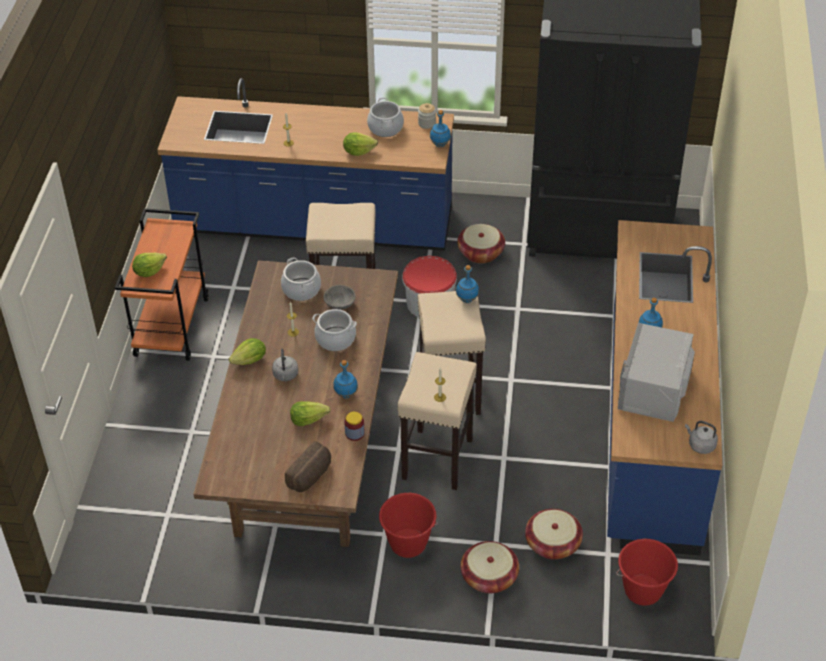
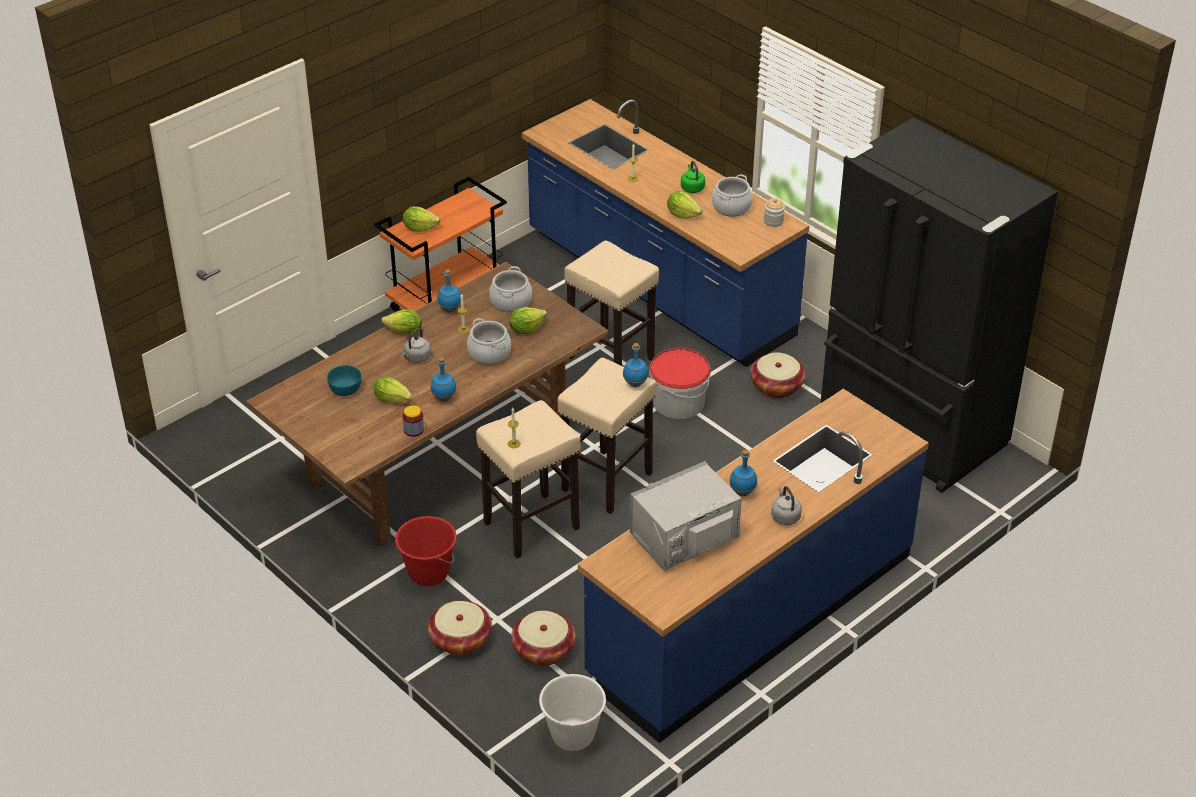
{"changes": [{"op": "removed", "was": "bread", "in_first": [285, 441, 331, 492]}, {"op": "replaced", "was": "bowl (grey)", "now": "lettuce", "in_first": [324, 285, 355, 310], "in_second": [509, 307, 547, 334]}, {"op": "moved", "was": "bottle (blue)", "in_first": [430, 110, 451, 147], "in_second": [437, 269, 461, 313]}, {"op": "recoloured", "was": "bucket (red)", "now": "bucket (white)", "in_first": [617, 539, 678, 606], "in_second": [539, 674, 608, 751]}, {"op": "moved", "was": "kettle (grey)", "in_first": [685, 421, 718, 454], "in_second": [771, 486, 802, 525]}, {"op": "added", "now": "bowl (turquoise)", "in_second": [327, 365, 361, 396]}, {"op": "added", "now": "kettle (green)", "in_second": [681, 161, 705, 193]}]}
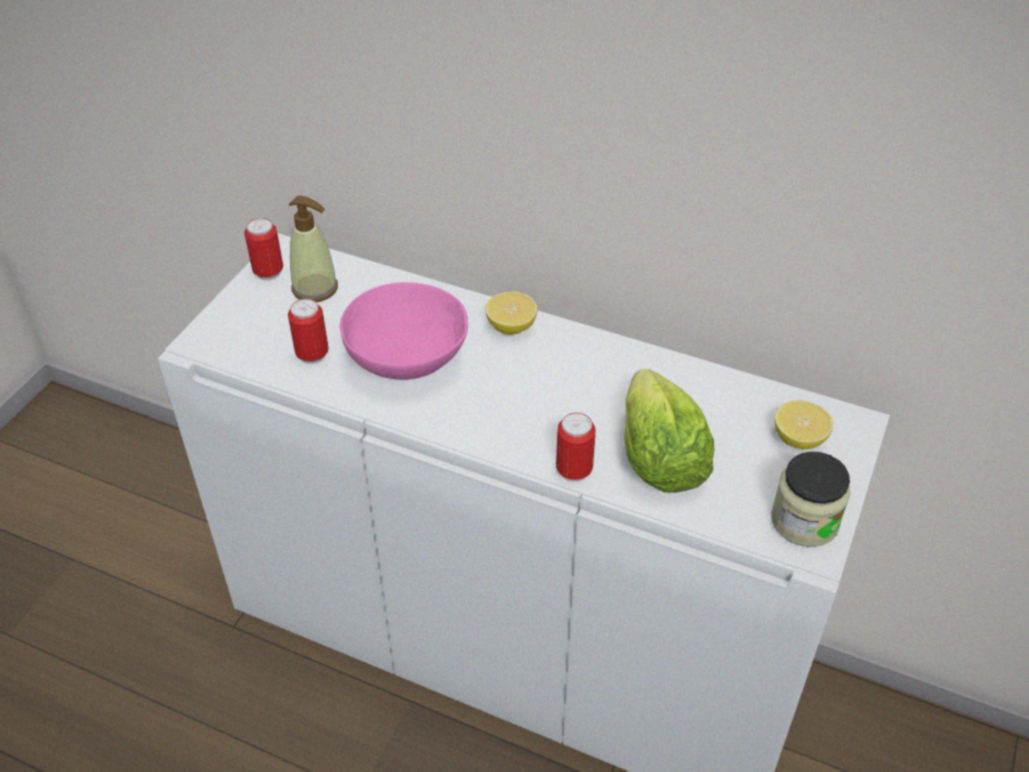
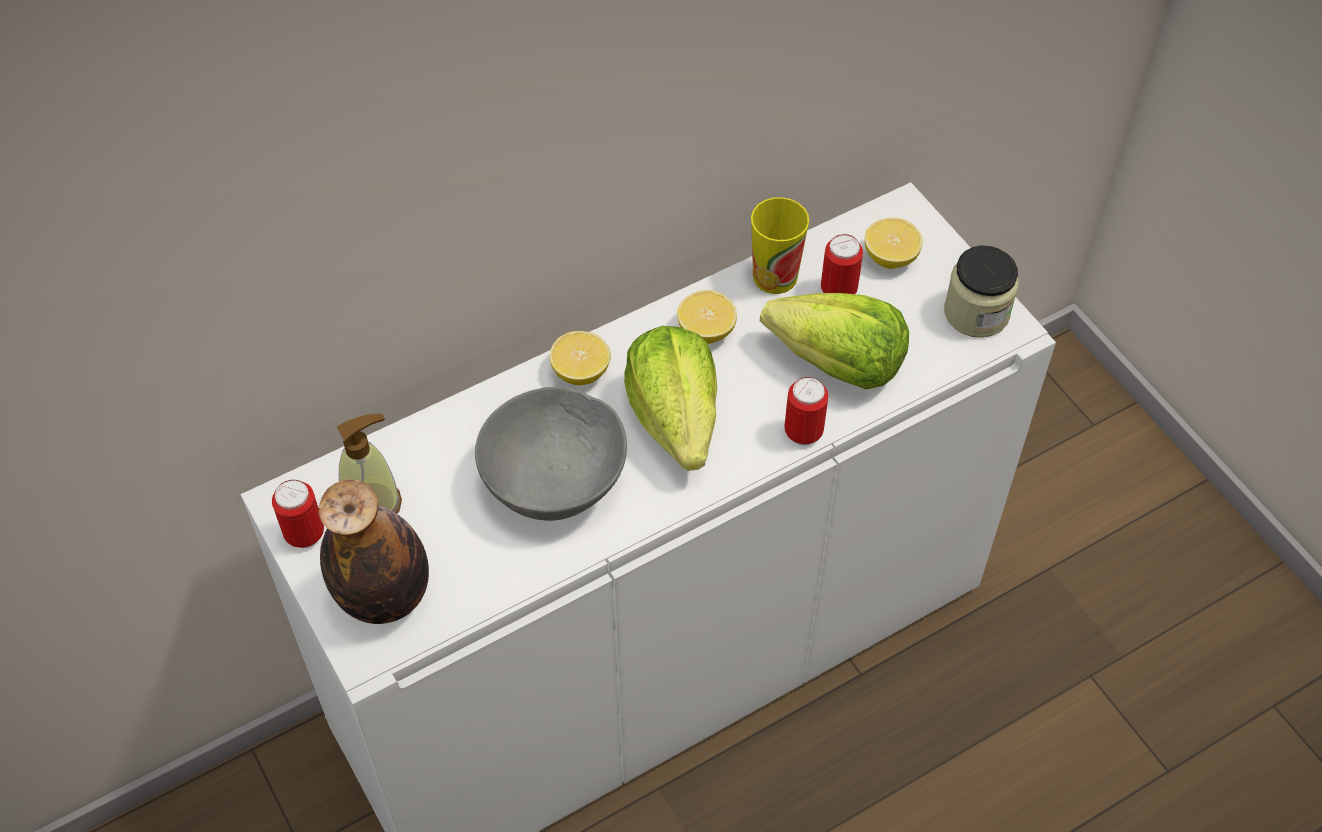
{"changes": [{"op": "moved", "was": "can", "in_first": [288, 299, 329, 364], "in_second": [821, 234, 863, 294]}, {"op": "recoloured", "was": "bowl (pink)", "now": "bowl (grey)", "in_first": [340, 282, 468, 380], "in_second": [475, 387, 627, 521]}, {"op": "added", "now": "bottle", "in_second": [319, 479, 429, 624]}, {"op": "added", "now": "lettuce", "in_second": [624, 326, 717, 471]}, {"op": "added", "now": "lemon", "in_second": [677, 290, 737, 344]}, {"op": "added", "now": "cup", "in_second": [751, 197, 809, 294]}]}
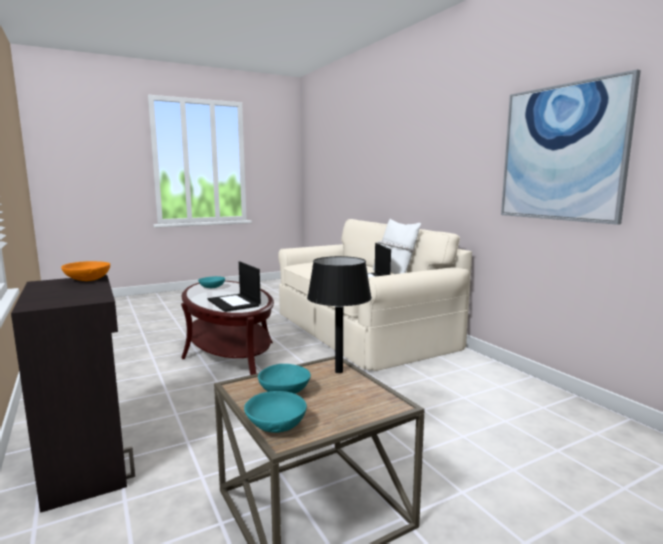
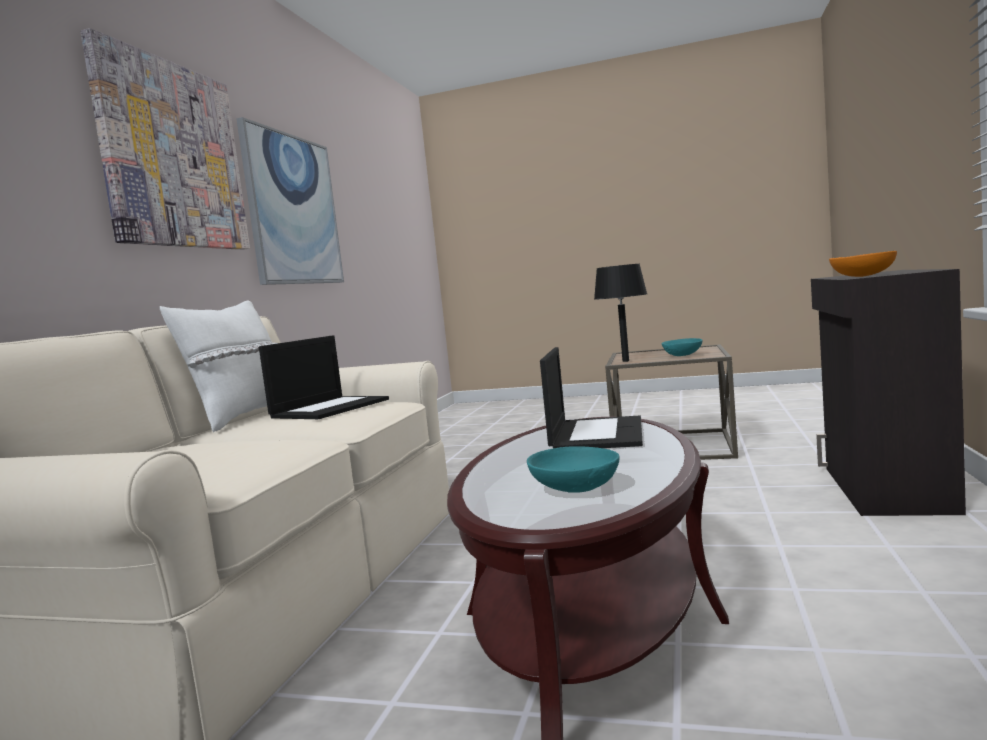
{"changes": [{"op": "removed", "was": "bowl (turquoise)", "in_first": [244, 391, 307, 433]}, {"op": "added", "now": "picture", "in_second": [81, 28, 250, 250]}]}
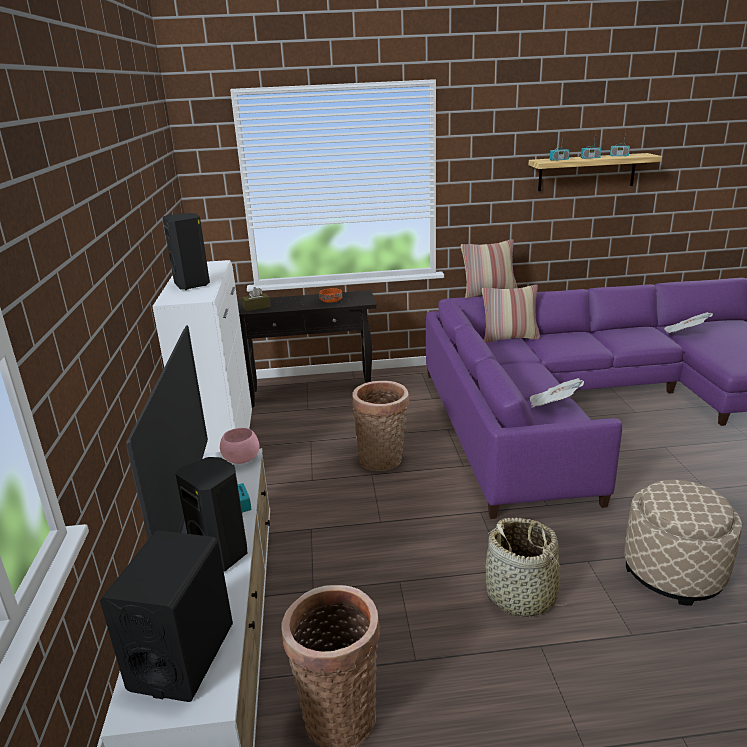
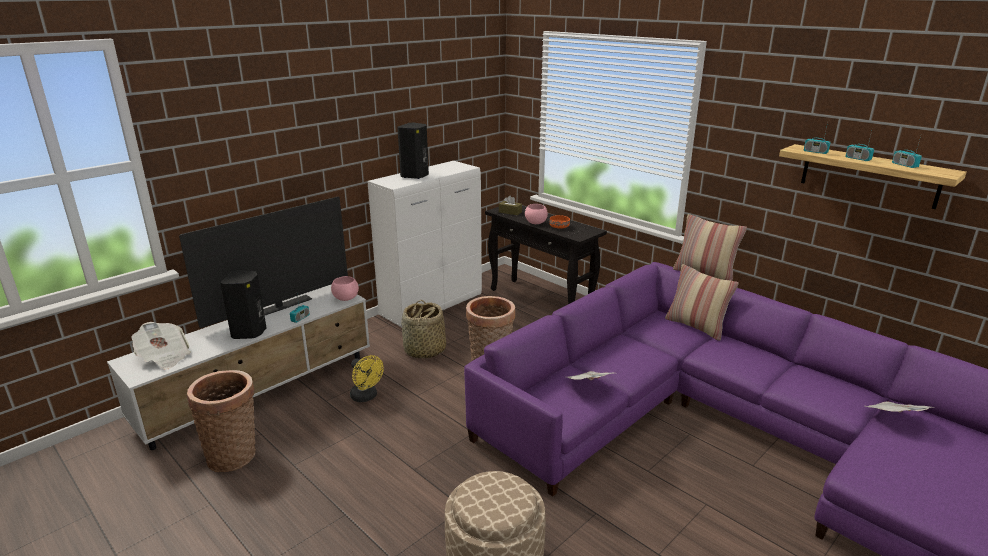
{"changes": [{"op": "replaced", "was": "speaker (black)", "now": "newspaper", "in_first": [100, 530, 233, 702], "in_second": [131, 322, 191, 369]}, {"op": "moved", "was": "basket", "in_first": [484, 518, 570, 617], "in_second": [401, 300, 446, 359]}, {"op": "added", "now": "fan (yellow)", "in_second": [350, 355, 384, 402]}, {"op": "added", "now": "bowl (pink)", "in_second": [525, 204, 548, 224]}]}
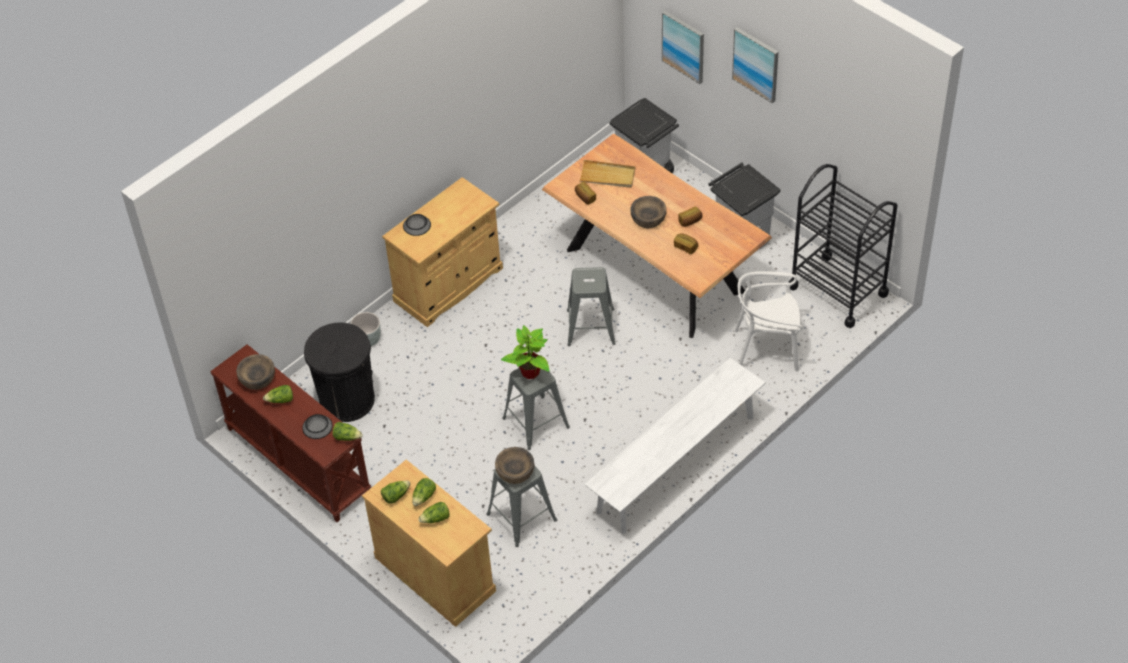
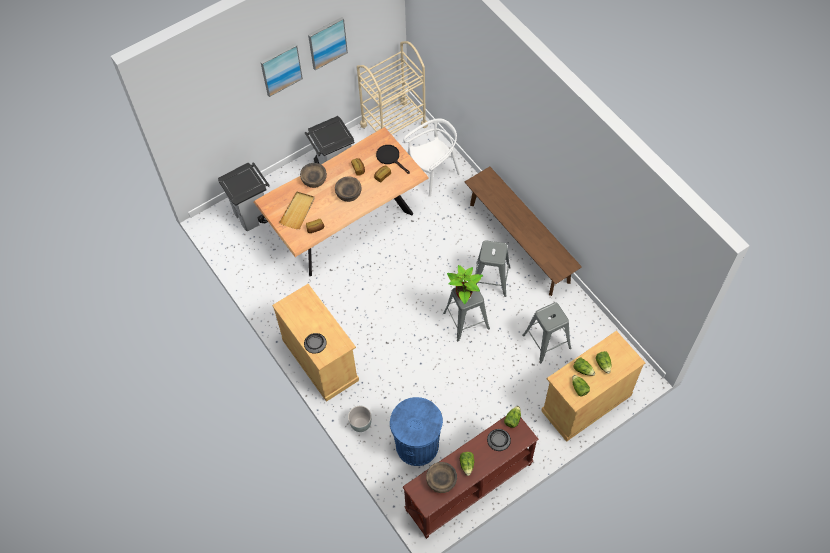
{"changes": [{"op": "recoloured", "was": "trash can (black)", "now": "trash can (blue)", "in_first": [304, 322, 375, 422], "in_second": [390, 397, 443, 466]}, {"op": "moved", "was": "bowl (brown)", "in_first": [495, 447, 534, 484], "in_second": [300, 163, 327, 188]}, {"op": "moved", "was": "stool (grey)", "in_first": [567, 267, 616, 346], "in_second": [475, 240, 511, 297]}, {"op": "recoloured", "was": "bench (white)", "now": "bench (brown)", "in_first": [585, 358, 766, 534], "in_second": [465, 167, 582, 296]}, {"op": "moved", "was": "picture", "in_first": [662, 11, 704, 84], "in_second": [308, 17, 348, 70]}, {"op": "turned", "was": "chair (white)", "in_first": [734, 271, 803, 371], "in_second": [403, 118, 460, 197], "clockwise": -135}, {"op": "recoloured", "was": "cart (black)", "now": "cart (beige)", "in_first": [788, 164, 898, 328], "in_second": [357, 41, 428, 135]}, {"op": "added", "now": "frying pan (black)", "in_second": [376, 145, 410, 174]}]}
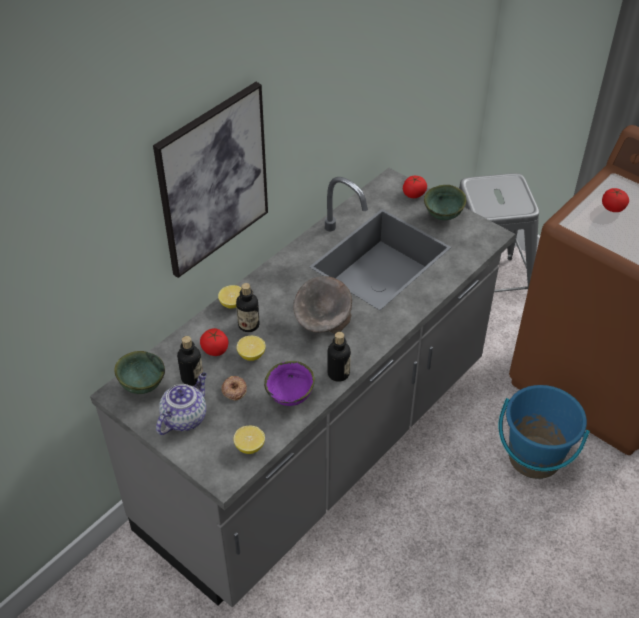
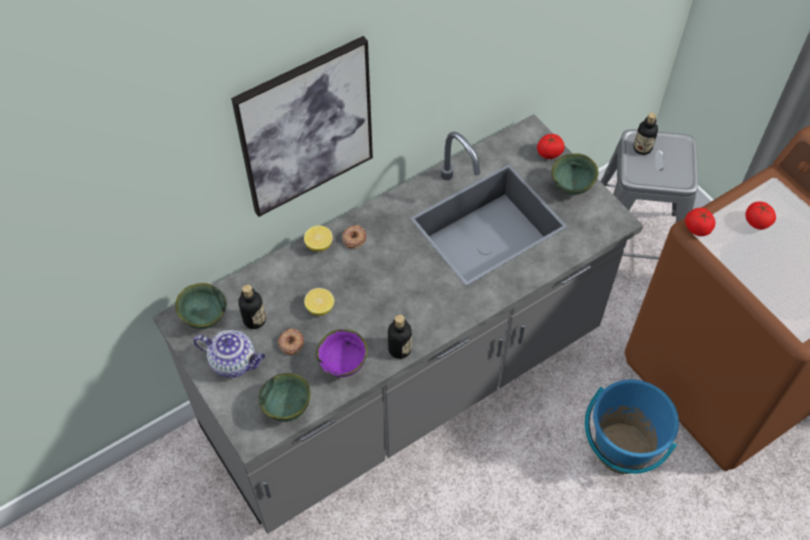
{"changes": [{"op": "turned", "was": "teapot", "in_first": [156, 372, 207, 435], "in_second": [194, 330, 266, 378], "clockwise": 60}, {"op": "moved", "was": "tomato", "in_first": [200, 328, 228, 356], "in_second": [685, 208, 715, 236]}, {"op": "replaced", "was": "lemon", "now": "bowl (green)", "in_first": [233, 426, 265, 454], "in_second": [258, 373, 311, 422]}, {"op": "moved", "was": "bottle", "in_first": [236, 283, 260, 332], "in_second": [633, 113, 658, 155]}, {"op": "removed", "was": "bowl (grey)", "in_first": [293, 276, 352, 334]}, {"op": "added", "now": "donut", "in_second": [342, 225, 366, 249]}]}
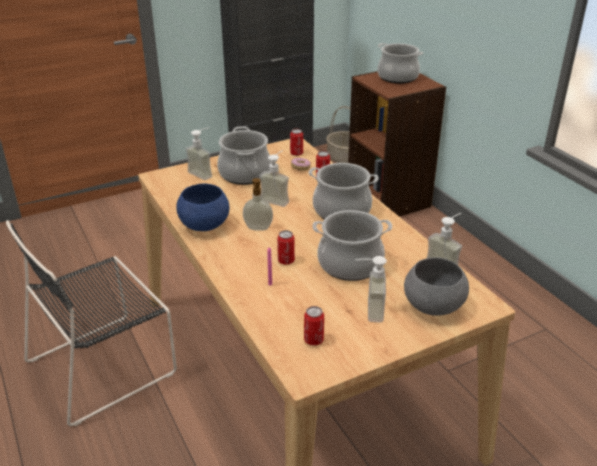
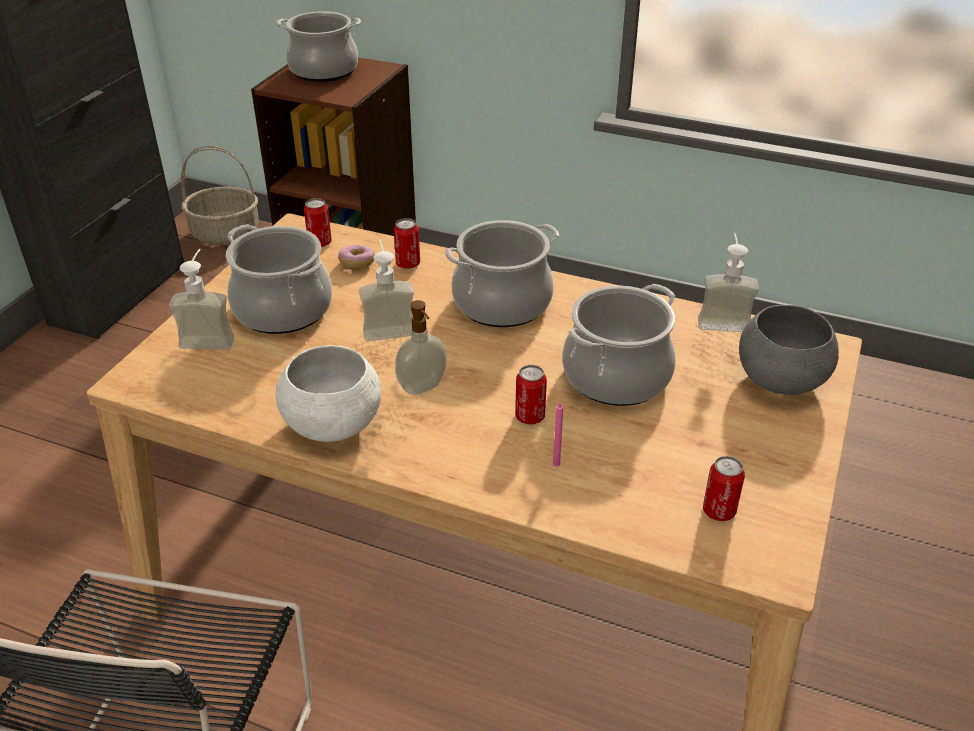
{"changes": [{"op": "recoloured", "was": "bowl (blue)", "now": "bowl (white)", "in_first": [176, 183, 229, 231], "in_second": [276, 345, 381, 442]}, {"op": "removed", "was": "soap dispenser", "in_first": [355, 256, 387, 323]}]}
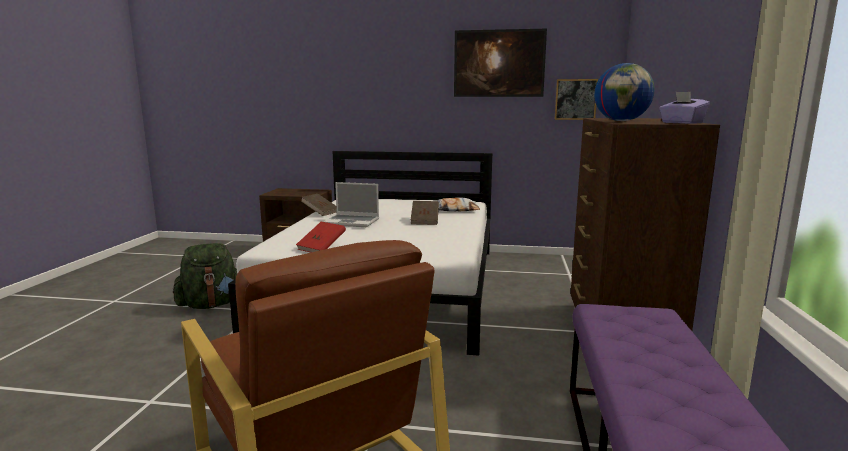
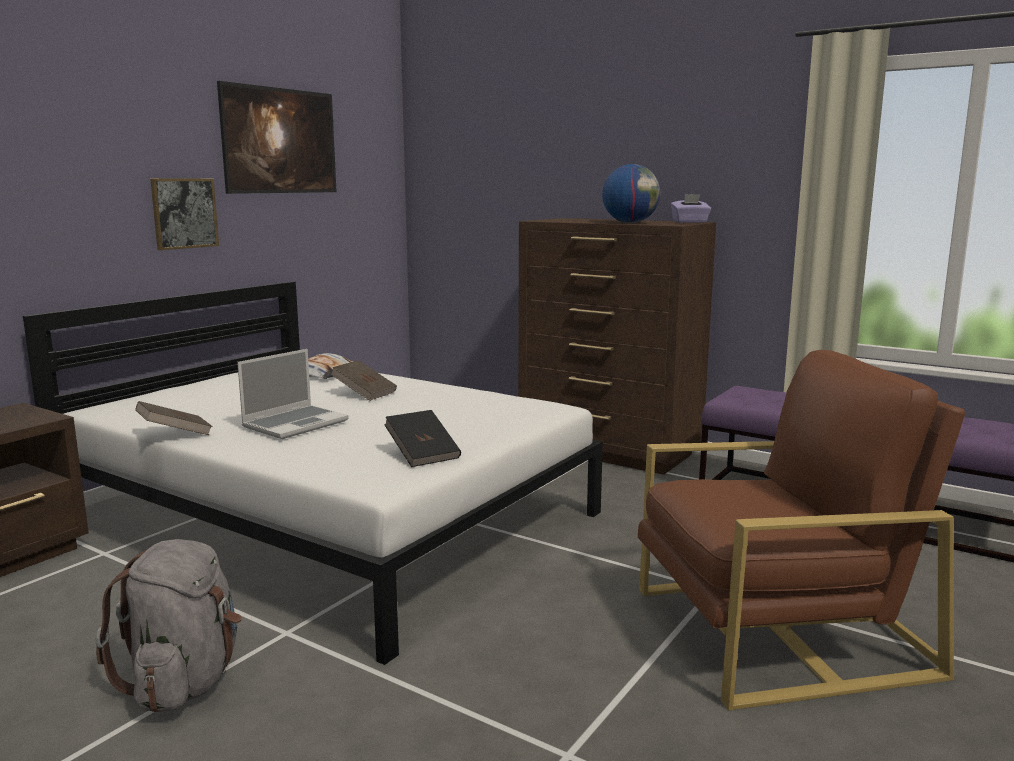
{"changes": [{"op": "recoloured", "was": "backpack (green)", "now": "backpack (grey)", "in_first": [173, 243, 237, 309], "in_second": [96, 539, 242, 713]}, {"op": "recoloured", "was": "book (red)", "now": "book (black)", "in_first": [296, 222, 346, 252], "in_second": [384, 410, 461, 467]}, {"op": "moved", "was": "picture", "in_first": [554, 79, 598, 120], "in_second": [150, 178, 219, 250]}]}
